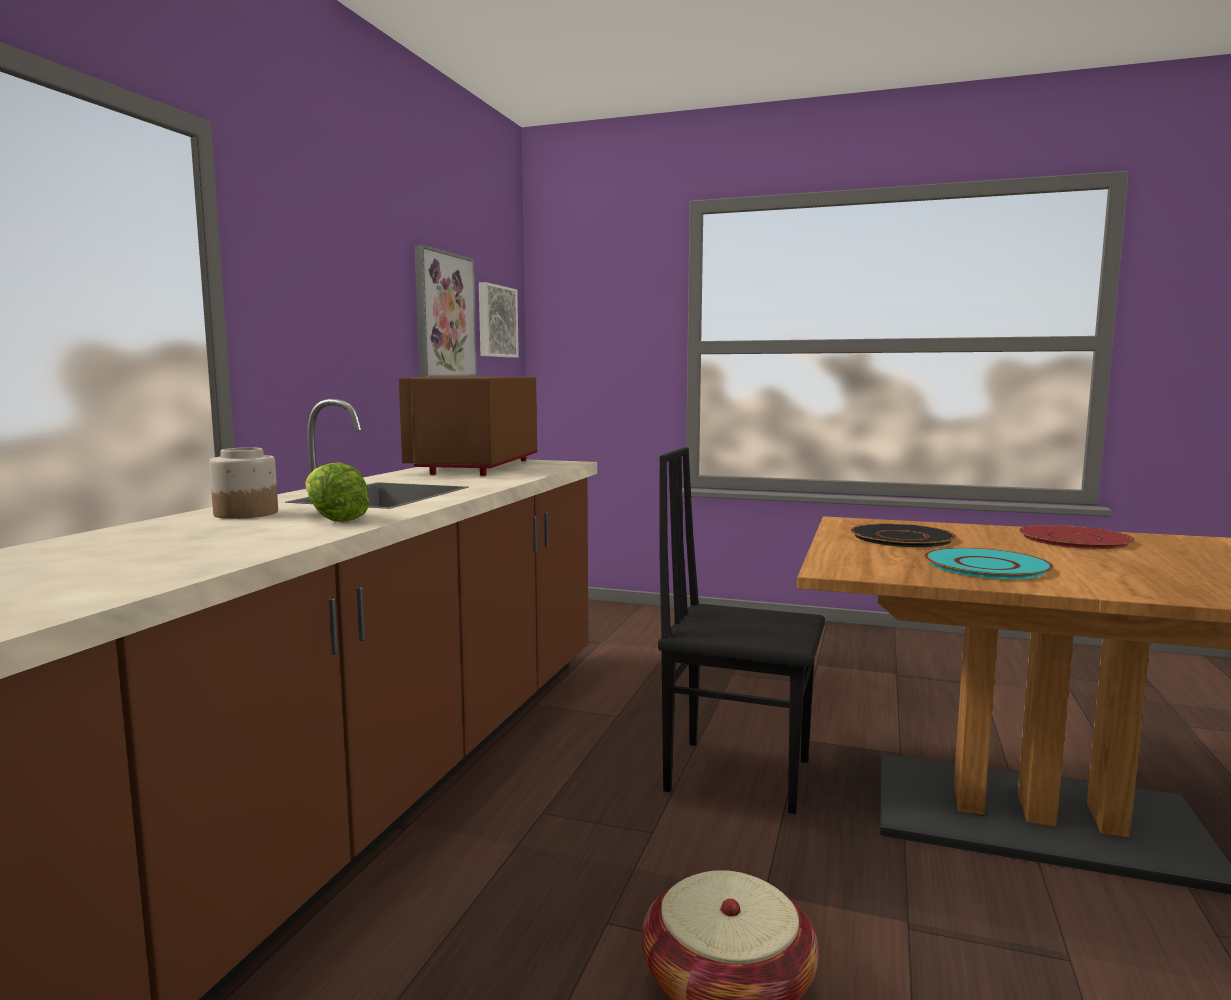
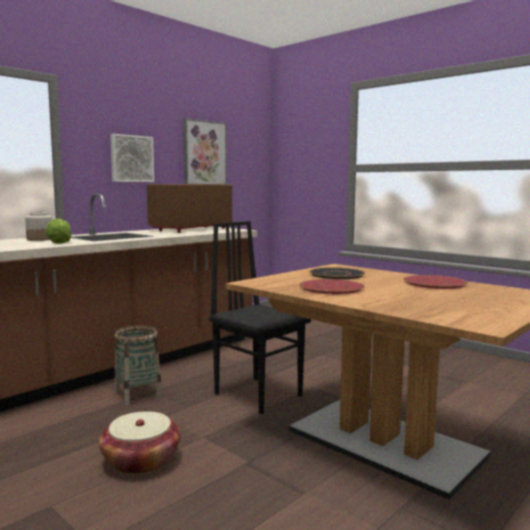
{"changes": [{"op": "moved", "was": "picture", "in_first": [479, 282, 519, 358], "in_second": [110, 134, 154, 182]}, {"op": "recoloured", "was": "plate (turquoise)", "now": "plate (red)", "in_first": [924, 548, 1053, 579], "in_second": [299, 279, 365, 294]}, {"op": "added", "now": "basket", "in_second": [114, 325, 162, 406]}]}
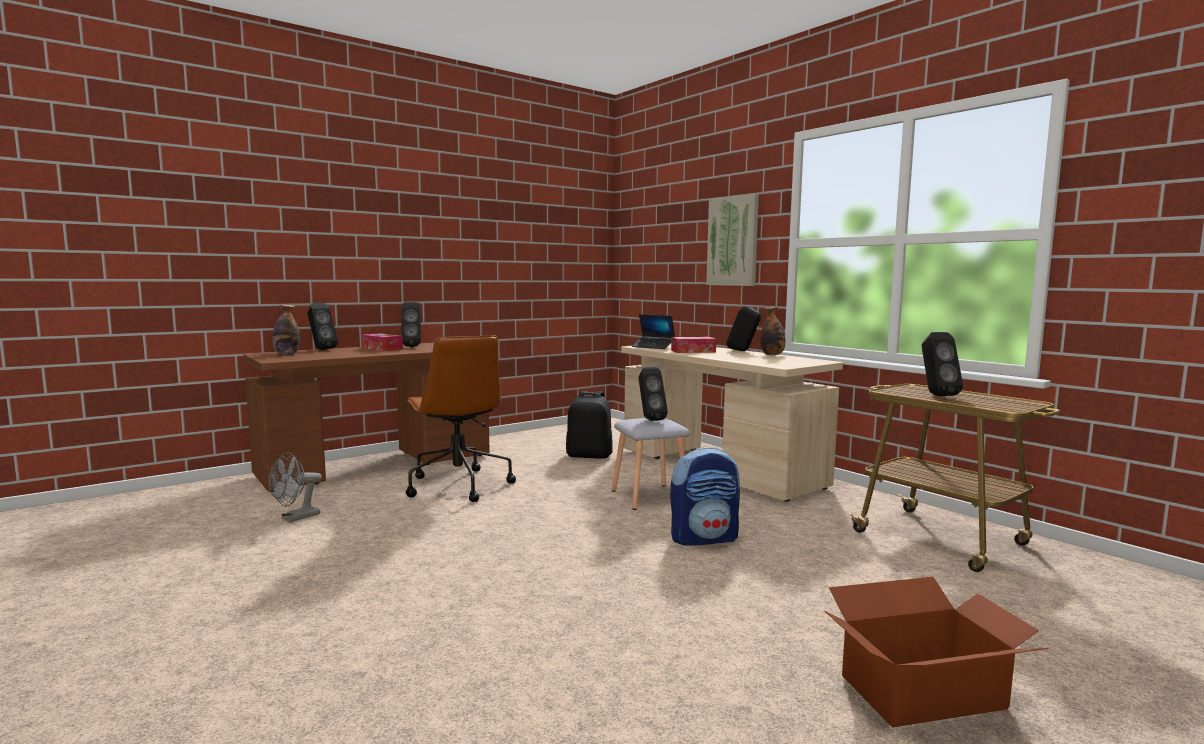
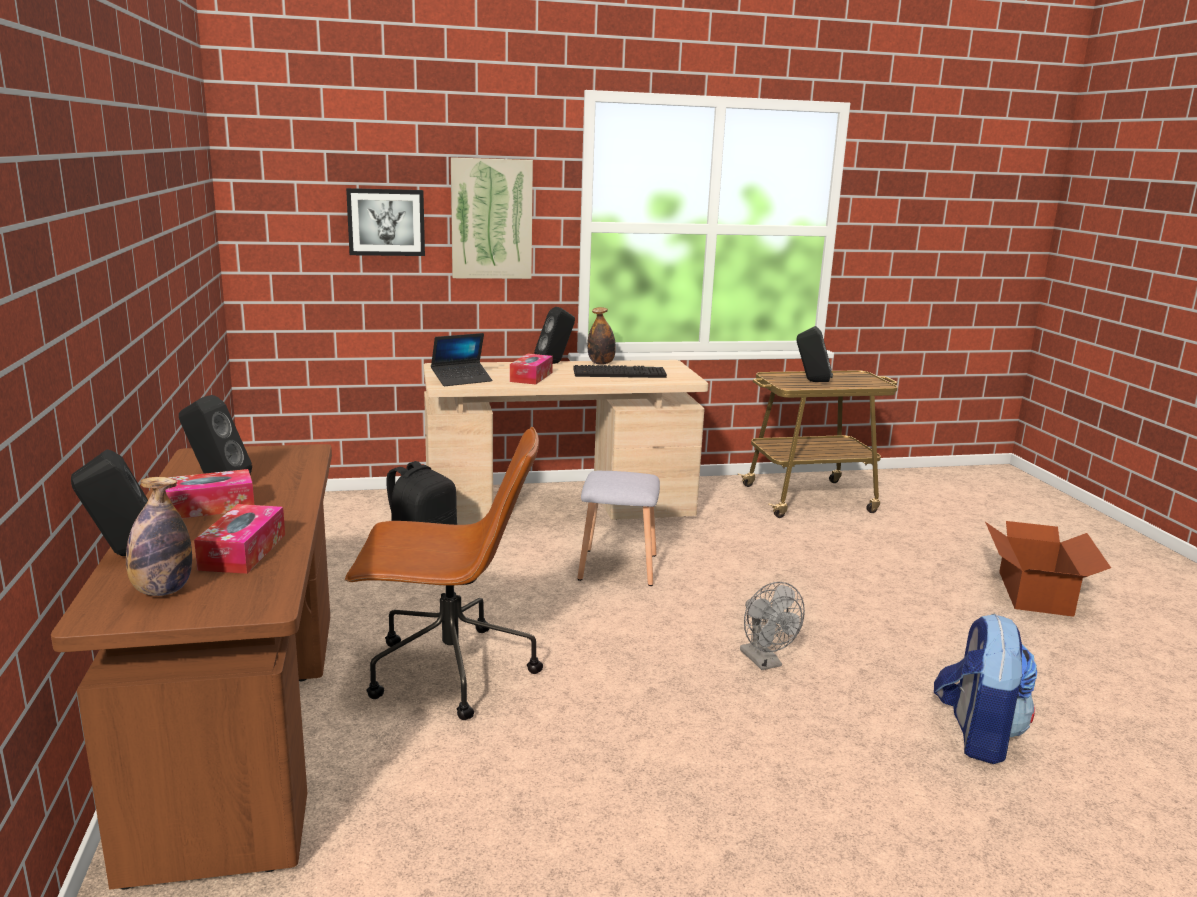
{"changes": [{"op": "moved", "was": "fan (grey)", "in_first": [269, 452, 322, 522], "in_second": [740, 582, 805, 670]}, {"op": "removed", "was": "speaker (black)", "in_first": [638, 367, 668, 421]}, {"op": "moved", "was": "backpack", "in_first": [670, 447, 740, 546], "in_second": [934, 613, 1037, 764]}, {"op": "added", "now": "tissue box", "in_second": [194, 504, 285, 574]}, {"op": "added", "now": "picture", "in_second": [346, 188, 425, 256]}, {"op": "added", "now": "keyboard", "in_second": [573, 365, 667, 378]}]}
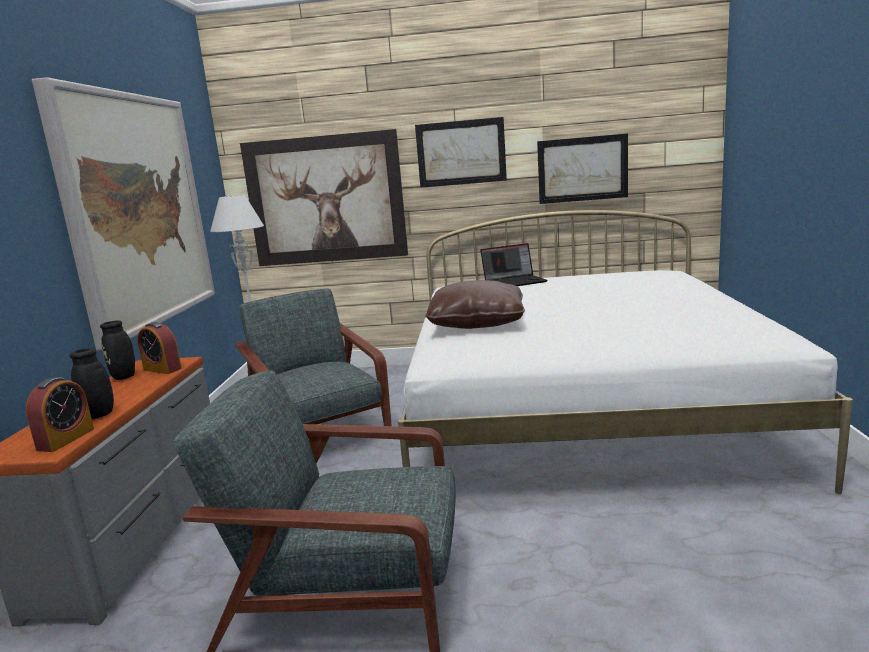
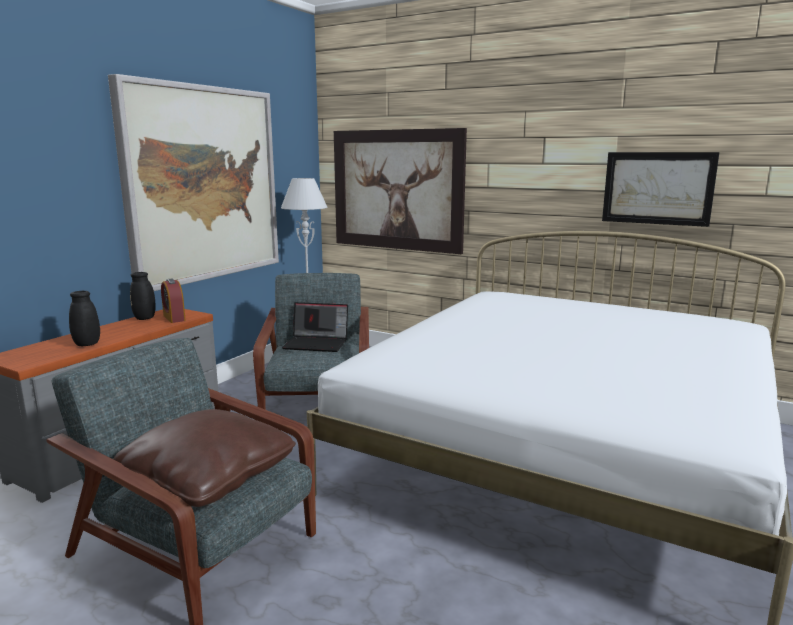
{"changes": [{"op": "removed", "was": "alarm clock", "in_first": [26, 378, 94, 452]}, {"op": "removed", "was": "picture", "in_first": [415, 117, 507, 188]}, {"op": "moved", "was": "pillow (brown)", "in_first": [425, 280, 525, 329], "in_second": [113, 409, 296, 507]}, {"op": "moved", "was": "laptop", "in_first": [480, 243, 548, 286], "in_second": [282, 302, 348, 352]}]}
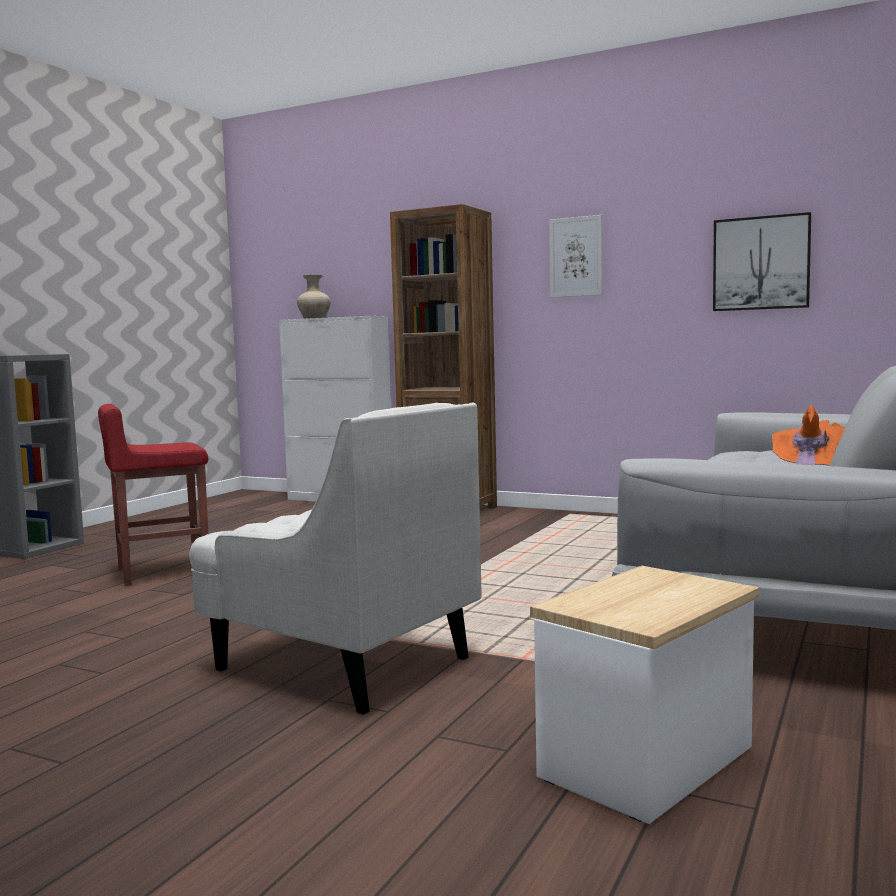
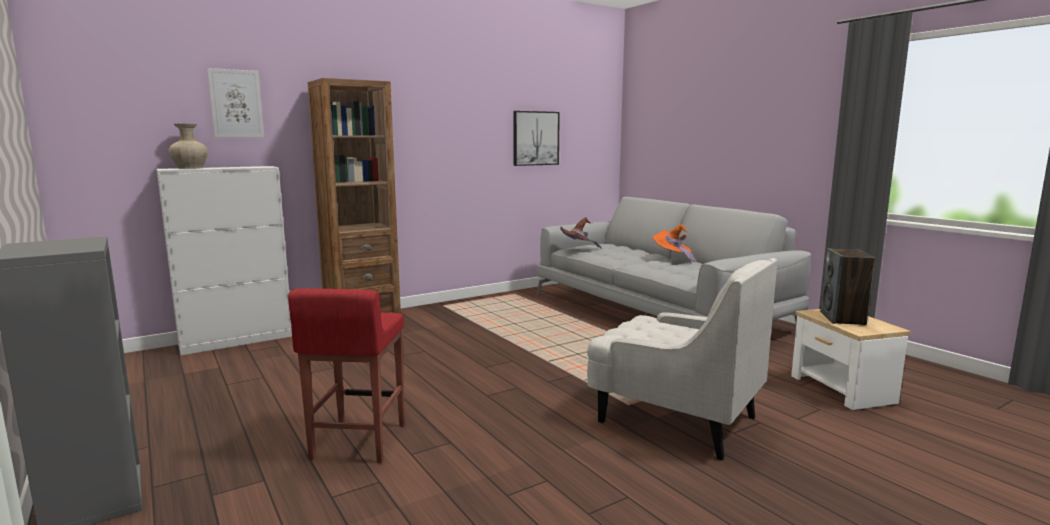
{"changes": [{"op": "turned", "was": "armchair (white)", "in_first": [189, 403, 482, 715], "in_second": [587, 258, 777, 460], "clockwise": 60}, {"op": "moved", "was": "picture", "in_first": [549, 215, 602, 298], "in_second": [207, 68, 264, 138]}, {"op": "added", "now": "hat (brown)", "in_second": [560, 217, 602, 249]}, {"op": "added", "now": "speaker", "in_second": [820, 248, 875, 325]}]}
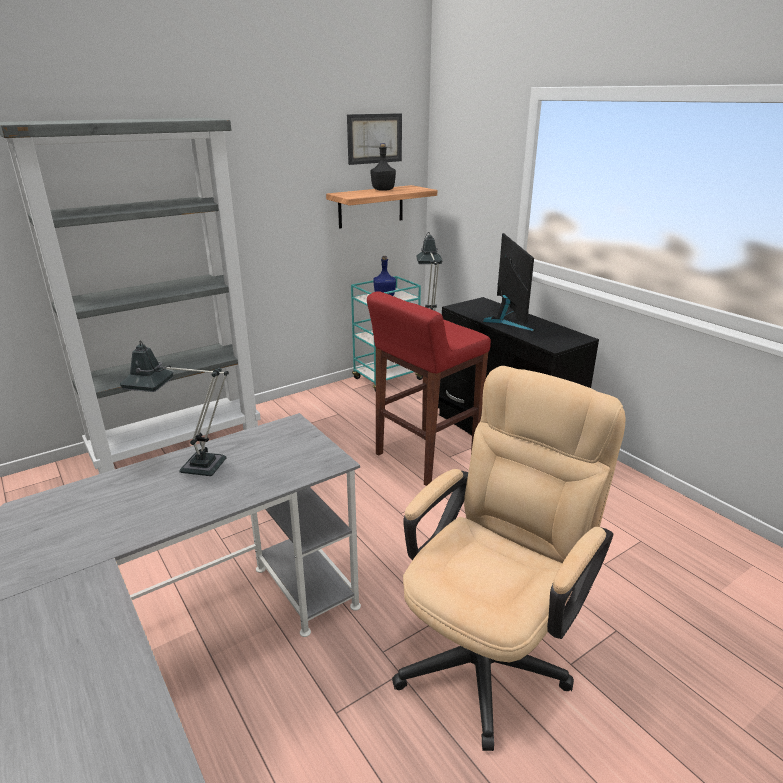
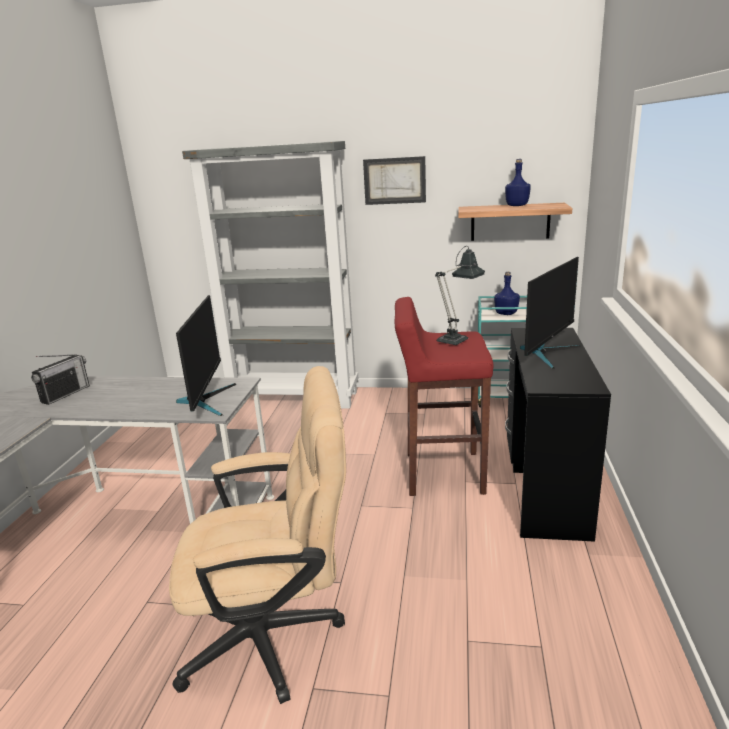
{"changes": [{"op": "removed", "was": "table lamp", "in_first": [120, 341, 229, 476]}, {"op": "moved", "was": "picture", "in_first": [347, 113, 402, 165], "in_second": [363, 156, 426, 205]}, {"op": "recoloured", "was": "bottle (black)", "now": "bottle (blue)", "in_first": [371, 143, 396, 191], "in_second": [505, 159, 531, 206]}, {"op": "added", "now": "radio", "in_second": [31, 354, 90, 405]}, {"op": "added", "now": "monitor", "in_second": [176, 295, 236, 416]}]}
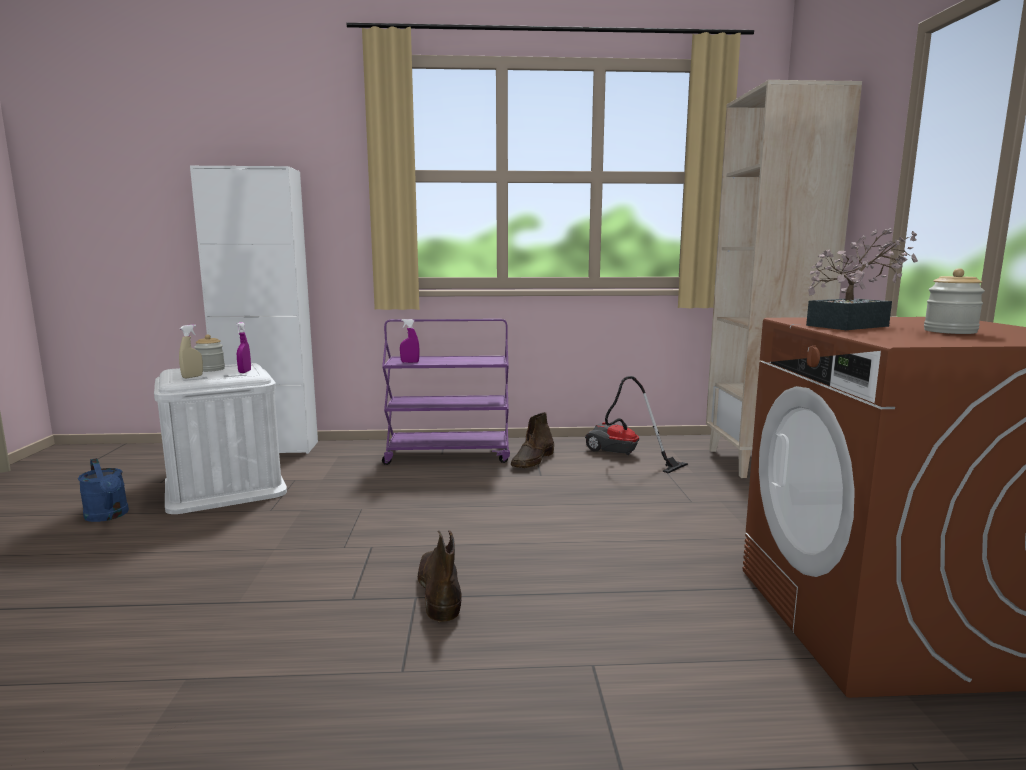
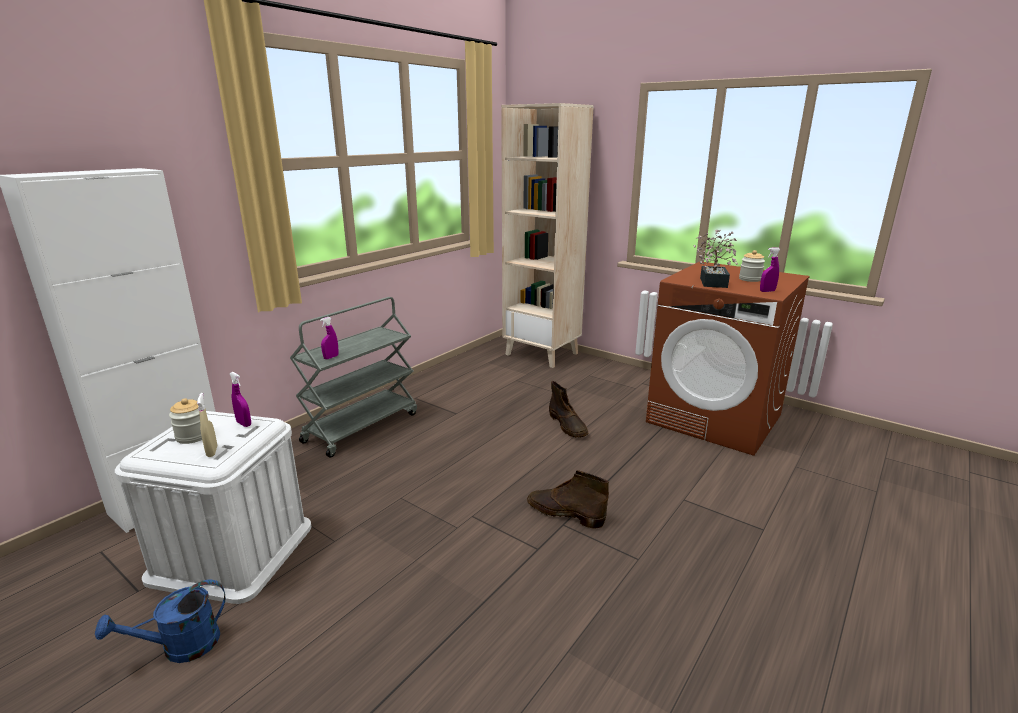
{"changes": [{"op": "turned", "was": "watering can (blue)", "in_first": [78, 458, 129, 522], "in_second": [95, 580, 226, 663], "clockwise": 150}, {"op": "recoloured", "was": "cart (purple)", "now": "cart (grey)", "in_first": [382, 319, 510, 465], "in_second": [290, 297, 417, 458]}, {"op": "moved", "was": "boot (brown)", "in_first": [511, 412, 554, 468], "in_second": [549, 381, 588, 438]}, {"op": "removed", "was": "vacuum cleaner", "in_first": [585, 376, 688, 473]}, {"op": "added", "now": "spray bottle (purple)", "in_second": [760, 247, 780, 292]}]}
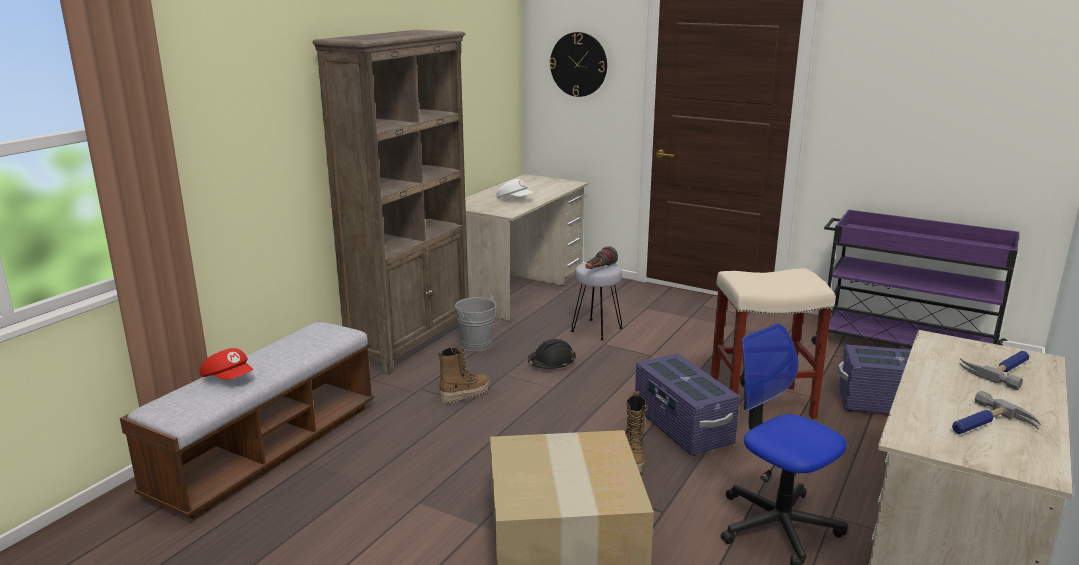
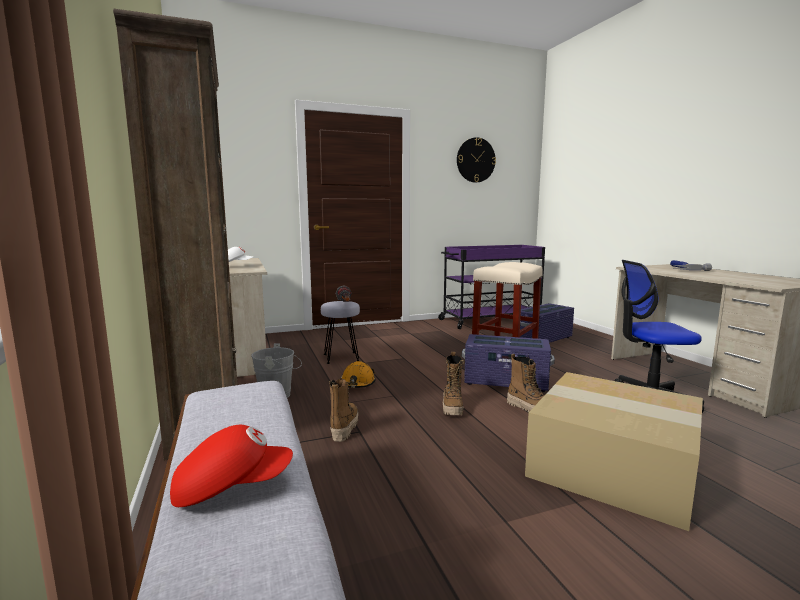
{"changes": [{"op": "recoloured", "was": "hard hat (black)", "now": "hard hat (orange)", "in_first": [528, 339, 576, 369], "in_second": [341, 361, 376, 388]}, {"op": "moved", "was": "wall clock", "in_first": [550, 32, 607, 97], "in_second": [457, 137, 496, 183]}, {"op": "removed", "was": "hammer", "in_first": [952, 391, 1041, 434]}, {"op": "added", "now": "boot", "in_second": [443, 352, 464, 415]}]}
